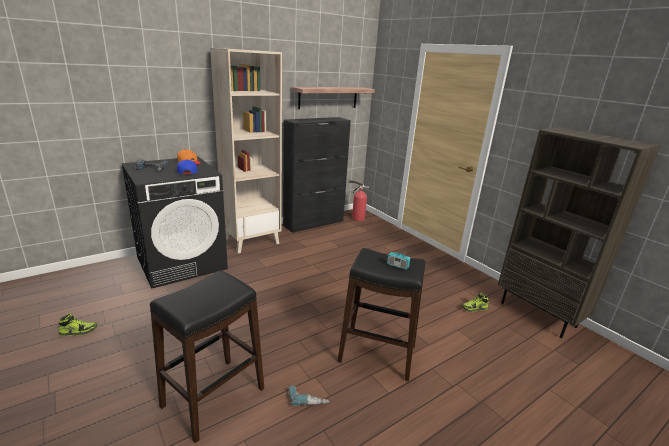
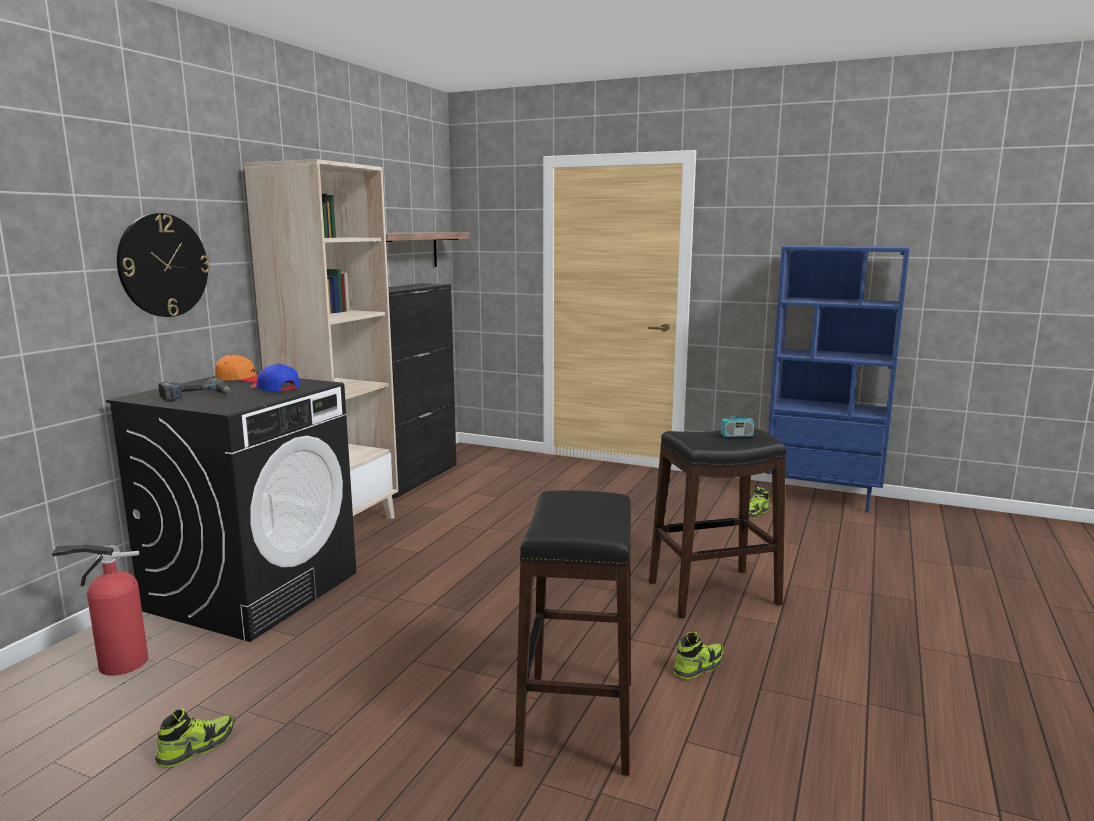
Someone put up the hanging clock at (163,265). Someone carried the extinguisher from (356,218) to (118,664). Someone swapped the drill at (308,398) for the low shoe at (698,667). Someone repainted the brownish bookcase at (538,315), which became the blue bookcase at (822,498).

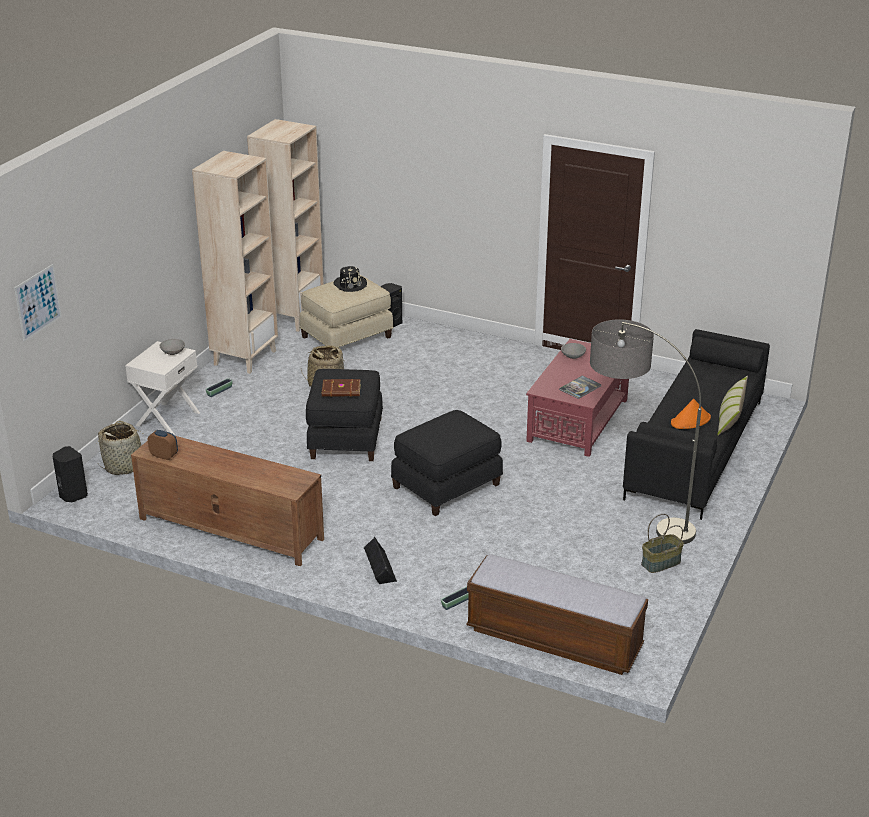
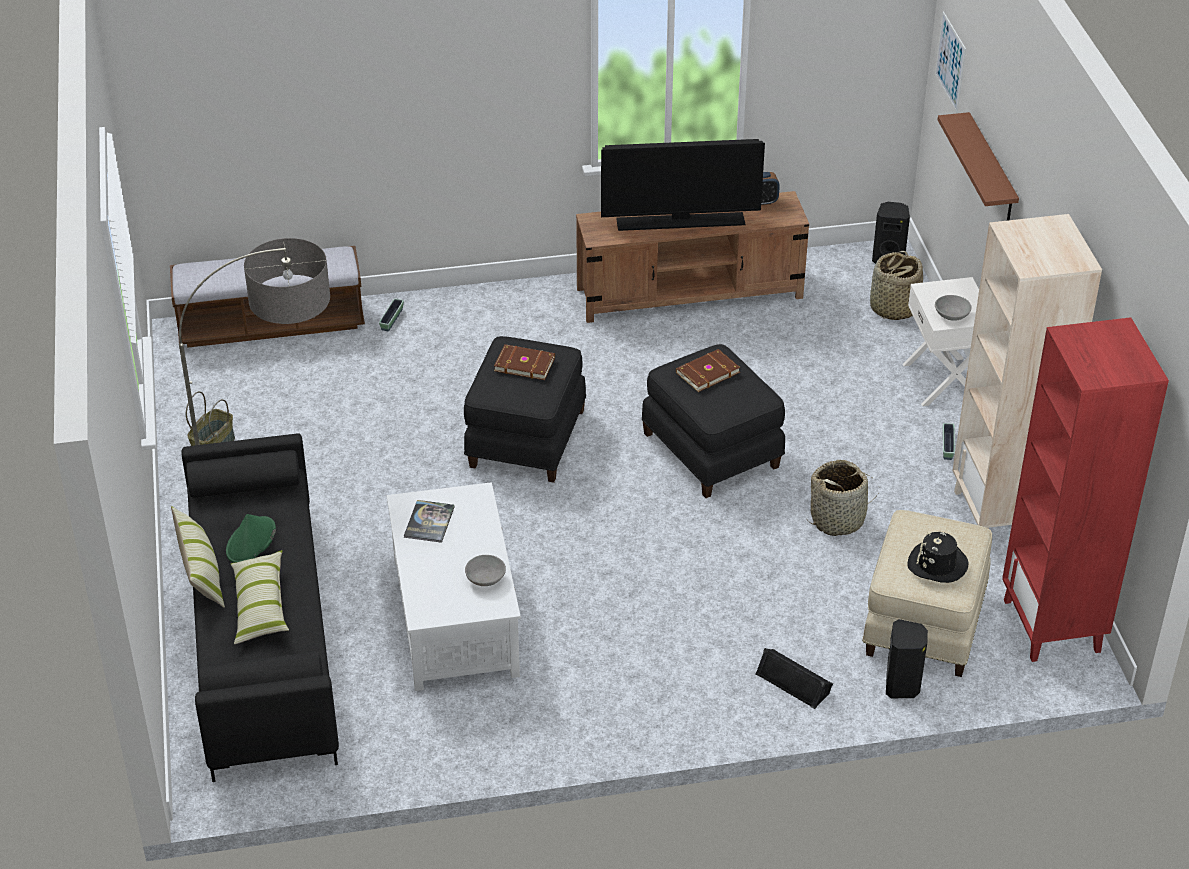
Someone put down the throw pillow at (260,606). Someone put down the brownish bound book at (524,363). Someone put down the TV set at (681,221). Someone put up the brownish bracket shelf at (991,170). Someone carried the black-coloured speaker from (379,567) to (794,682). Someone repainted the beige bookcase at (293,317), which became the reddish bookcase at (1052,626). Someone repainted the reddish coffee table at (577,420), which became the white-coloured coffee table at (455,615). Someone repainted the orangey hat at (690,421), which became the green hat at (251,541).

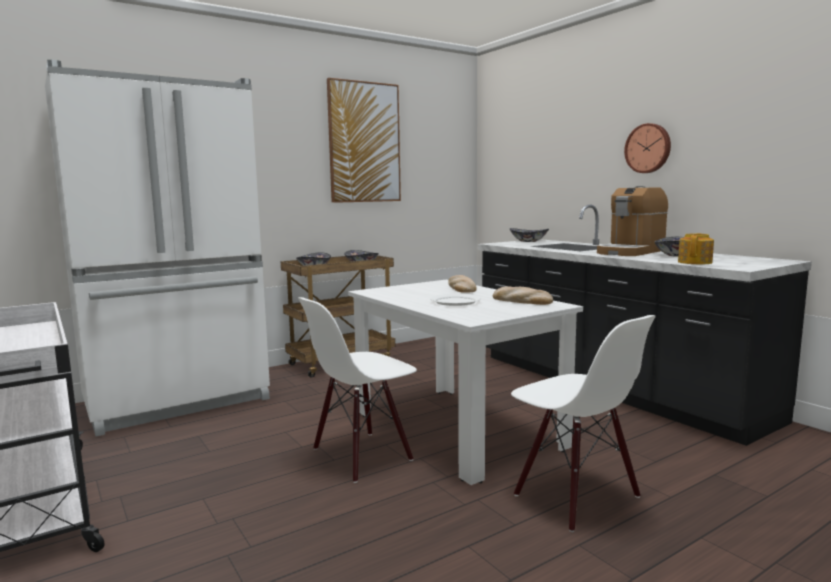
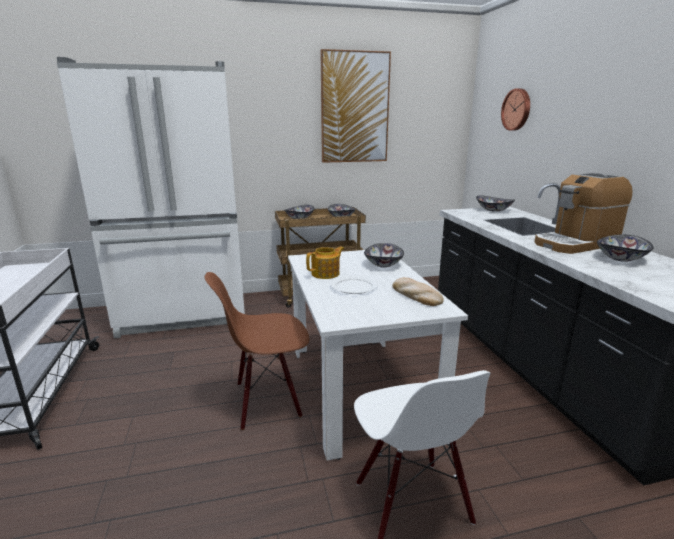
Someone carried the hanging clock from (648,148) to (517,109). Someone carried the teapot from (695,262) to (326,274). Someone swapped the bakery bread at (461,288) for the deep dish at (384,264). Someone repainted the white-coloured upright chair at (362,455), which became the brownish upright chair at (267,400).

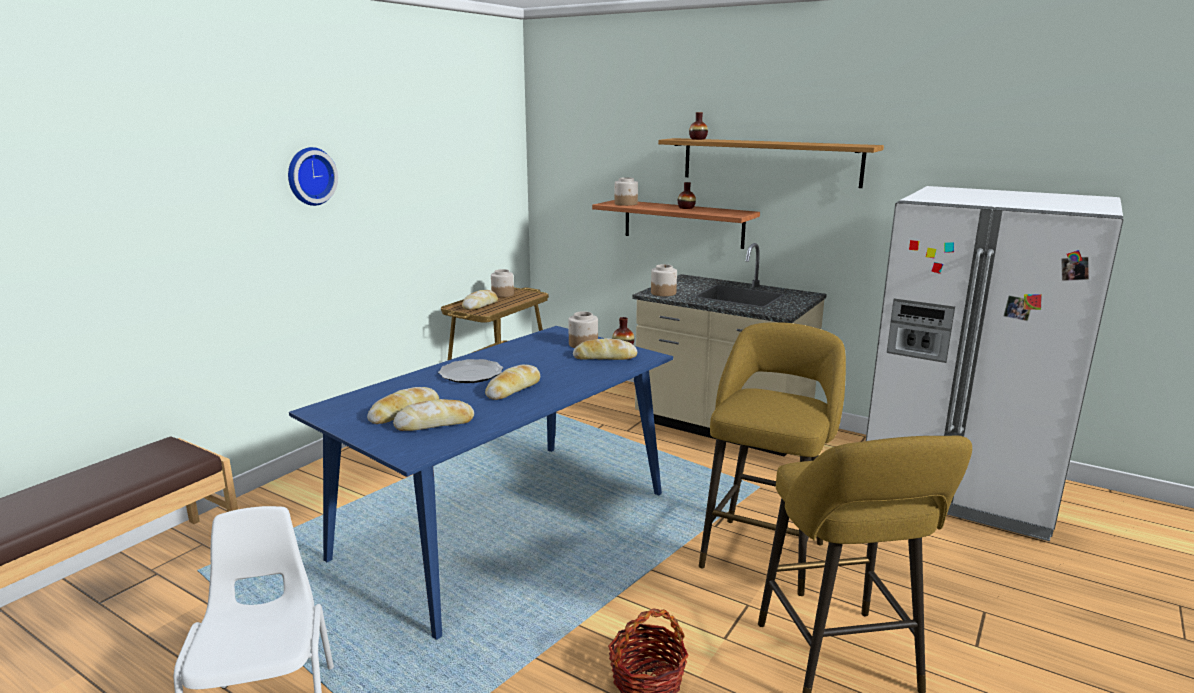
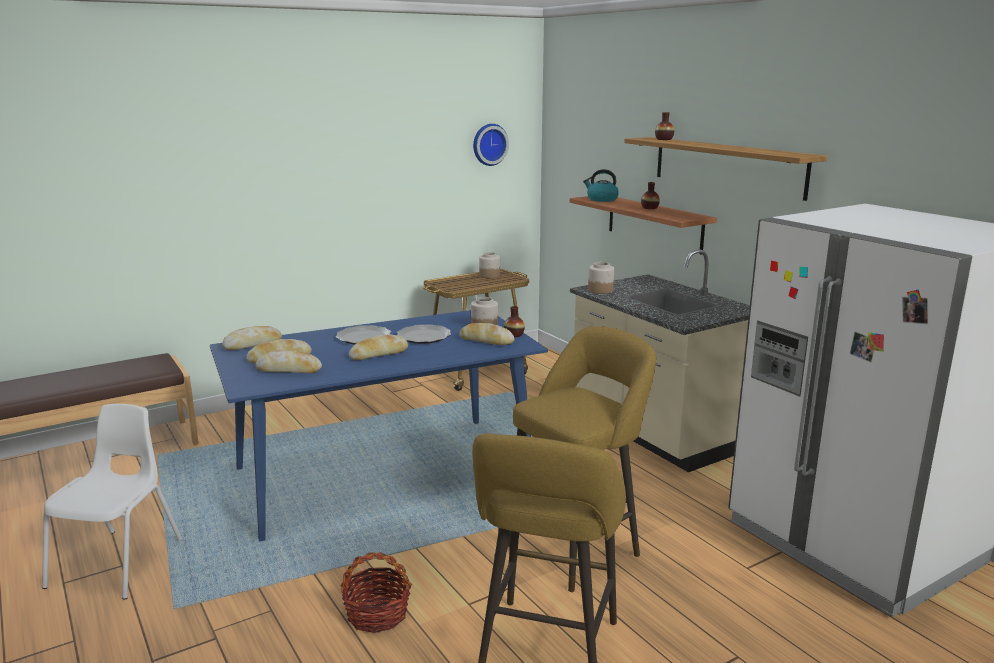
Someone put down the flat dish at (424,336). Someone carried the hanging clock from (309,176) to (489,144). Someone carried the bakery bread from (480,305) to (253,344). Someone swapped the preserve jar at (626,204) for the water kettle at (601,199).

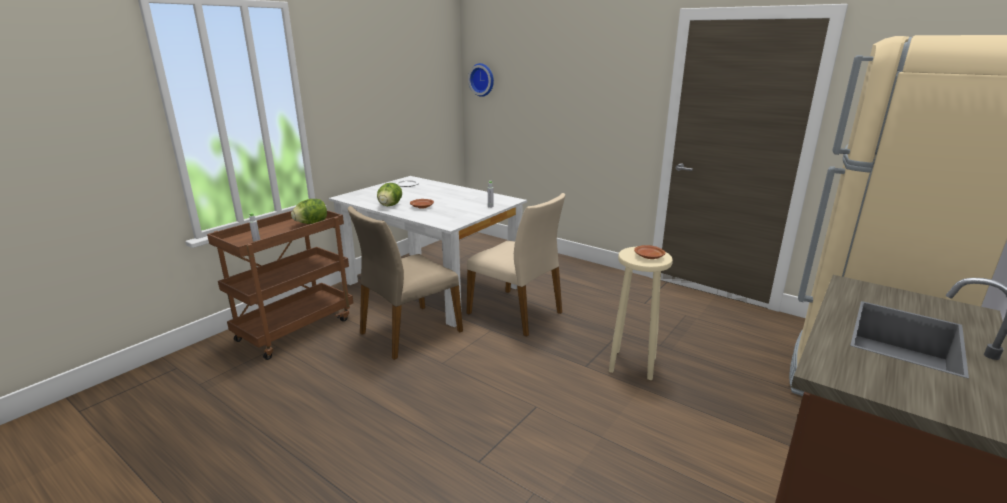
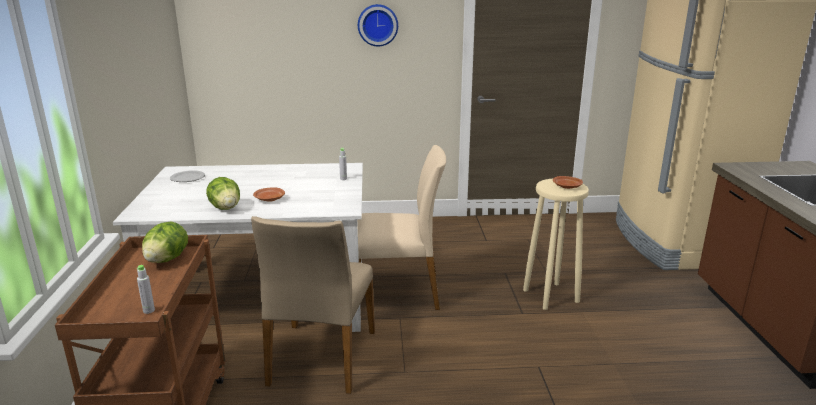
Someone carried the hanging clock from (482,79) to (377,25).

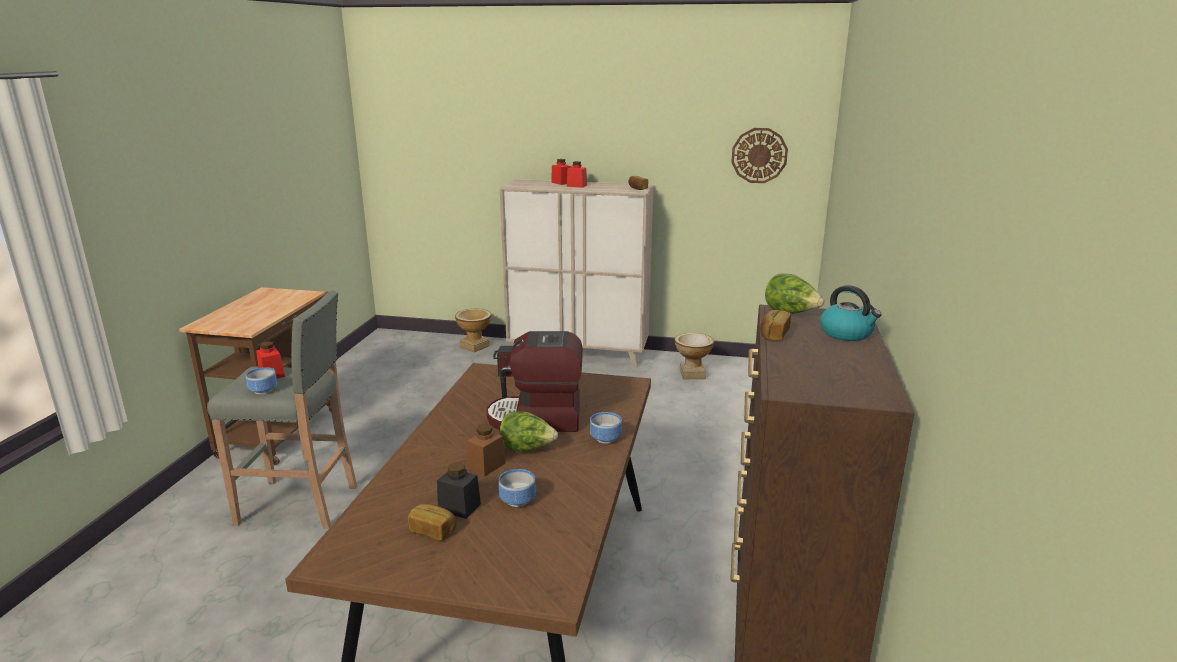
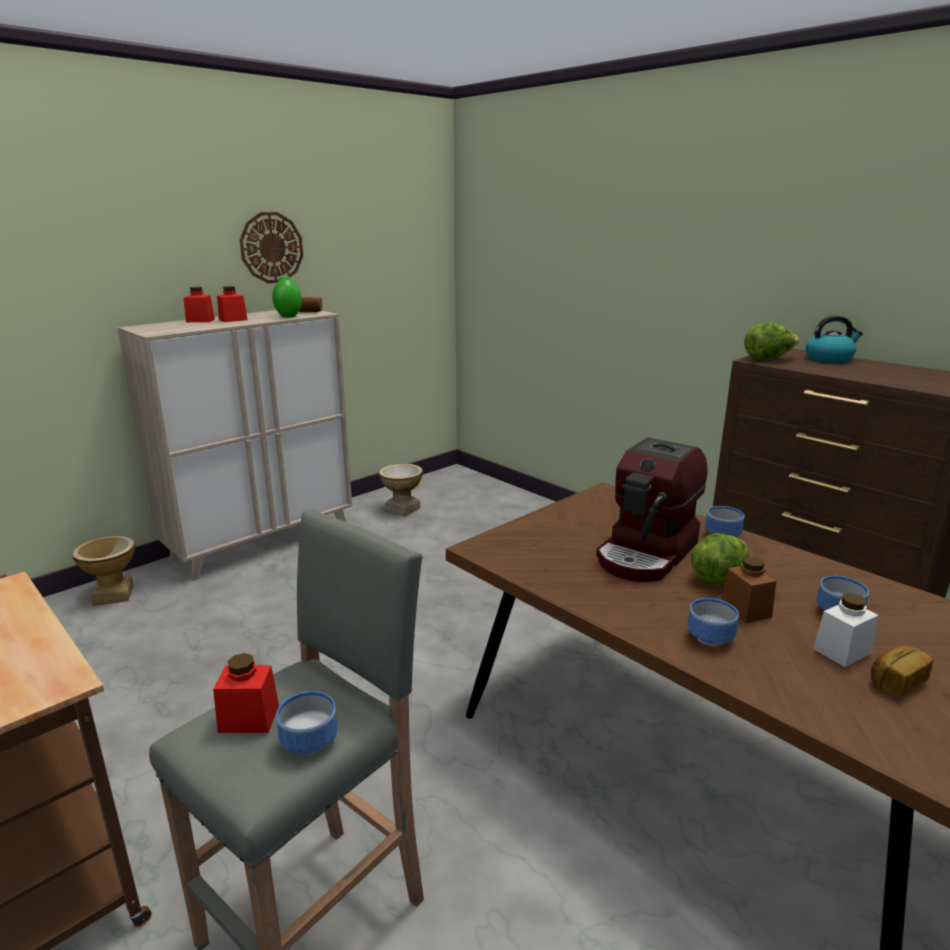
Someone took away the bakery bread at (773,335). Someone put down the green flower vase at (288,316). Someone put down the deep dish at (709,636). Someone carried the hanging clock from (759,155) to (271,248). Someone repainted the black-coloured preserve jar at (459,507), which became the white-coloured preserve jar at (842,651).

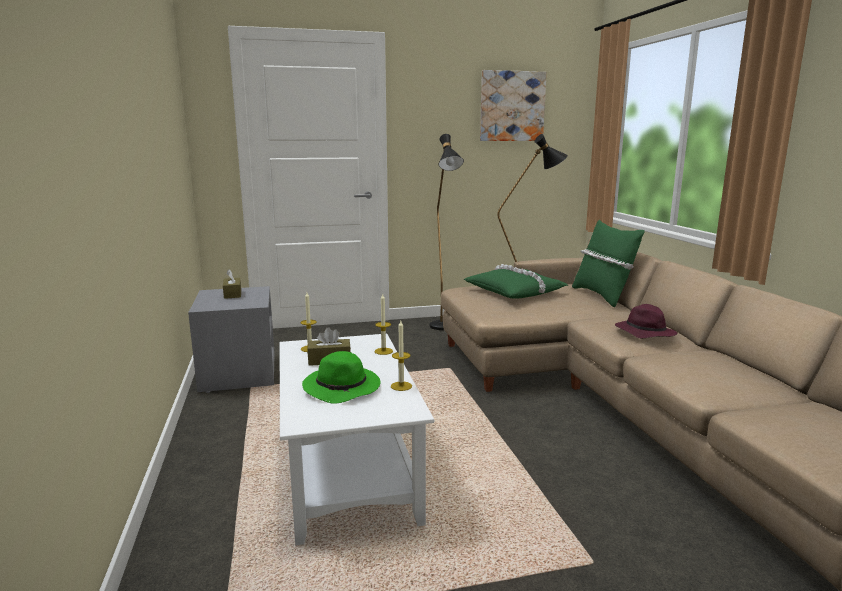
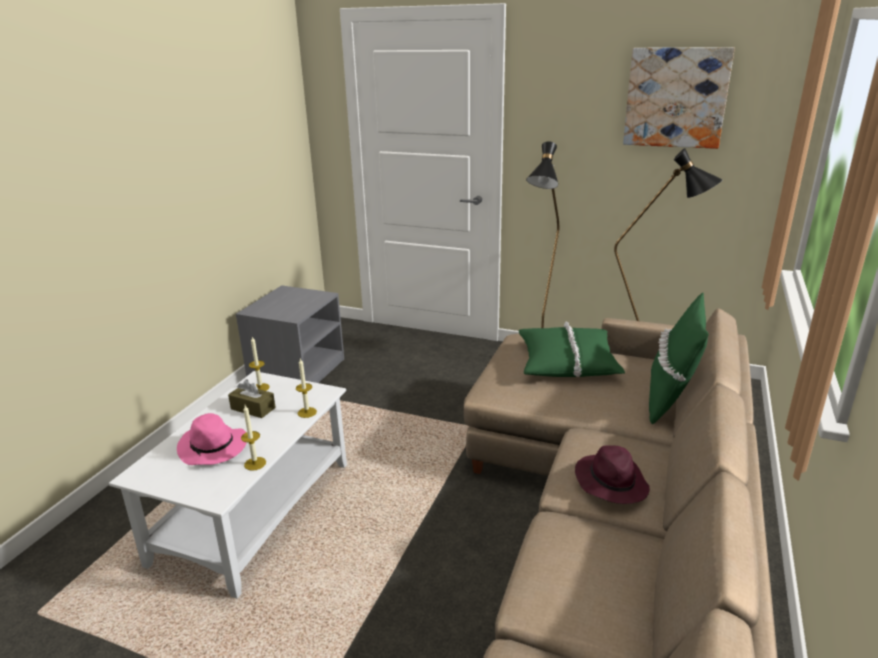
Someone took away the brownish tissue holder at (232,294). Someone repainted the green hat at (343,388), which became the pink hat at (213,448).

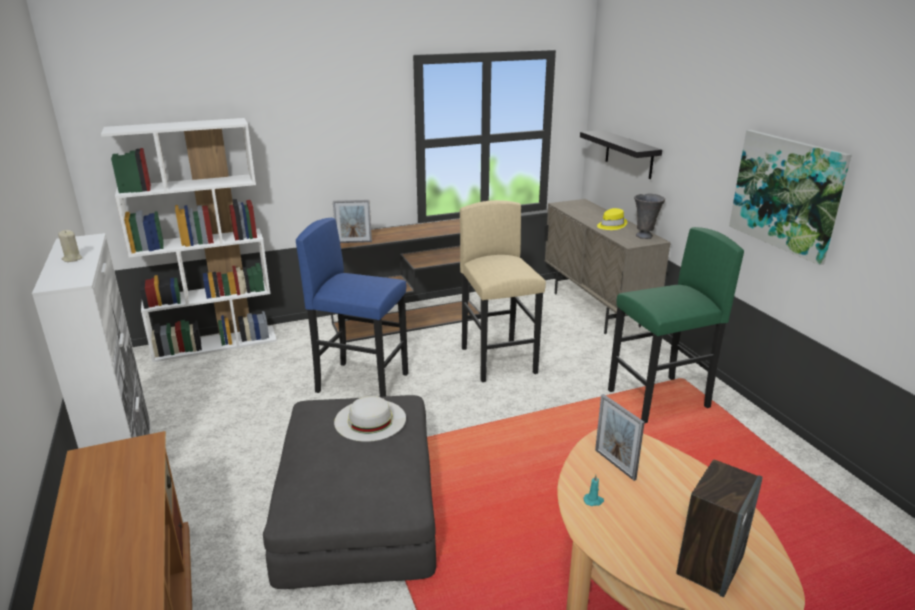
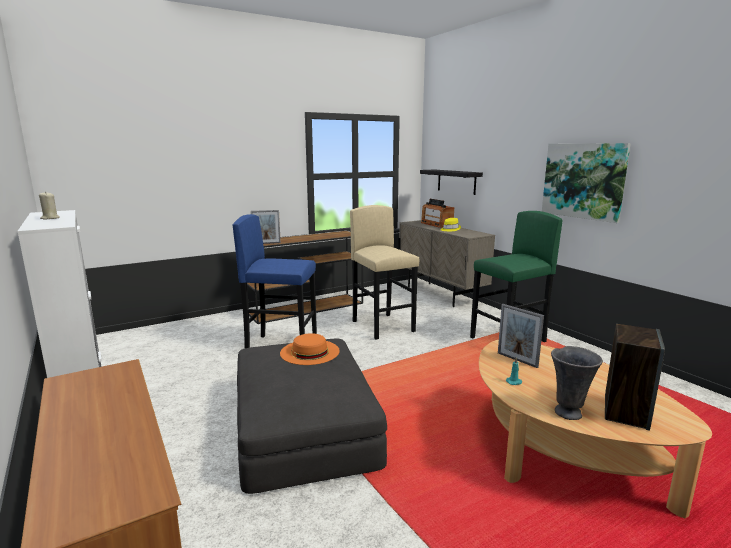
Someone took away the white-coloured bookcase at (216,343). Someone put down the radio set at (436,224). Someone carried the gray flower vase from (645,236) to (569,412). Someone repainted the white-coloured hat at (370,420), which became the orangey hat at (310,352).

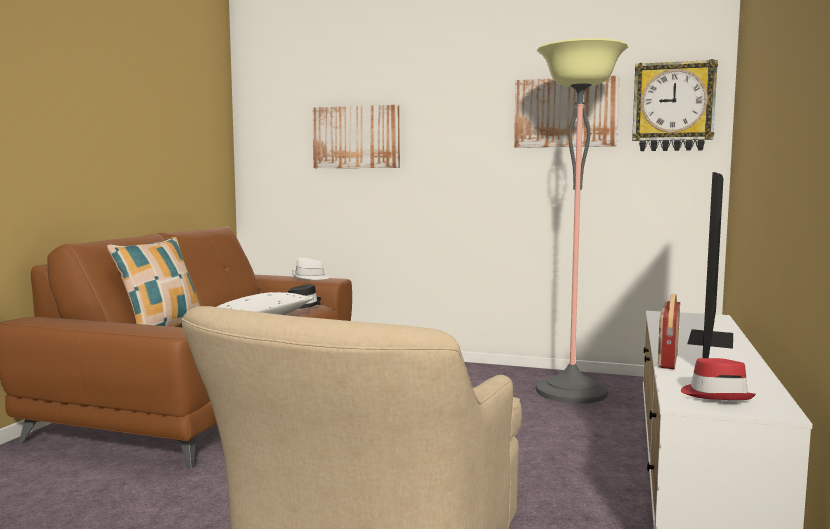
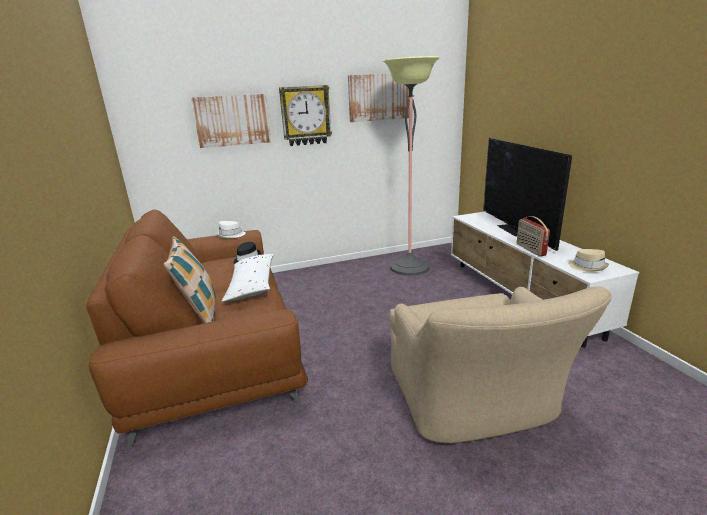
Someone carried the hanging clock from (673,107) to (305,116). Someone repainted the reddish hat at (716,395), which became the beige hat at (588,266).

